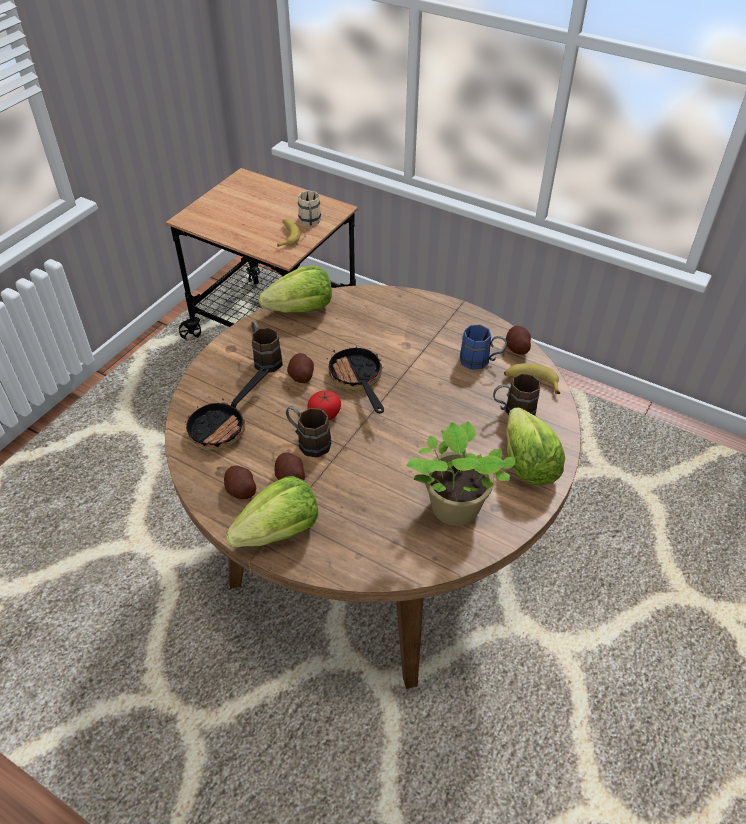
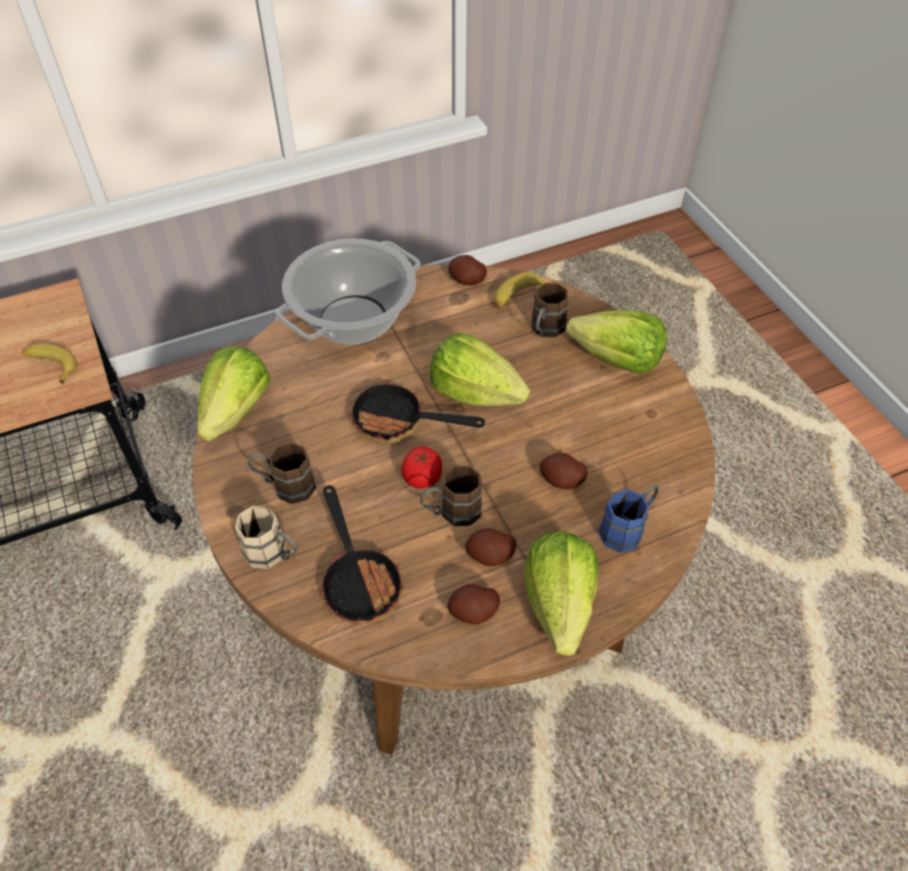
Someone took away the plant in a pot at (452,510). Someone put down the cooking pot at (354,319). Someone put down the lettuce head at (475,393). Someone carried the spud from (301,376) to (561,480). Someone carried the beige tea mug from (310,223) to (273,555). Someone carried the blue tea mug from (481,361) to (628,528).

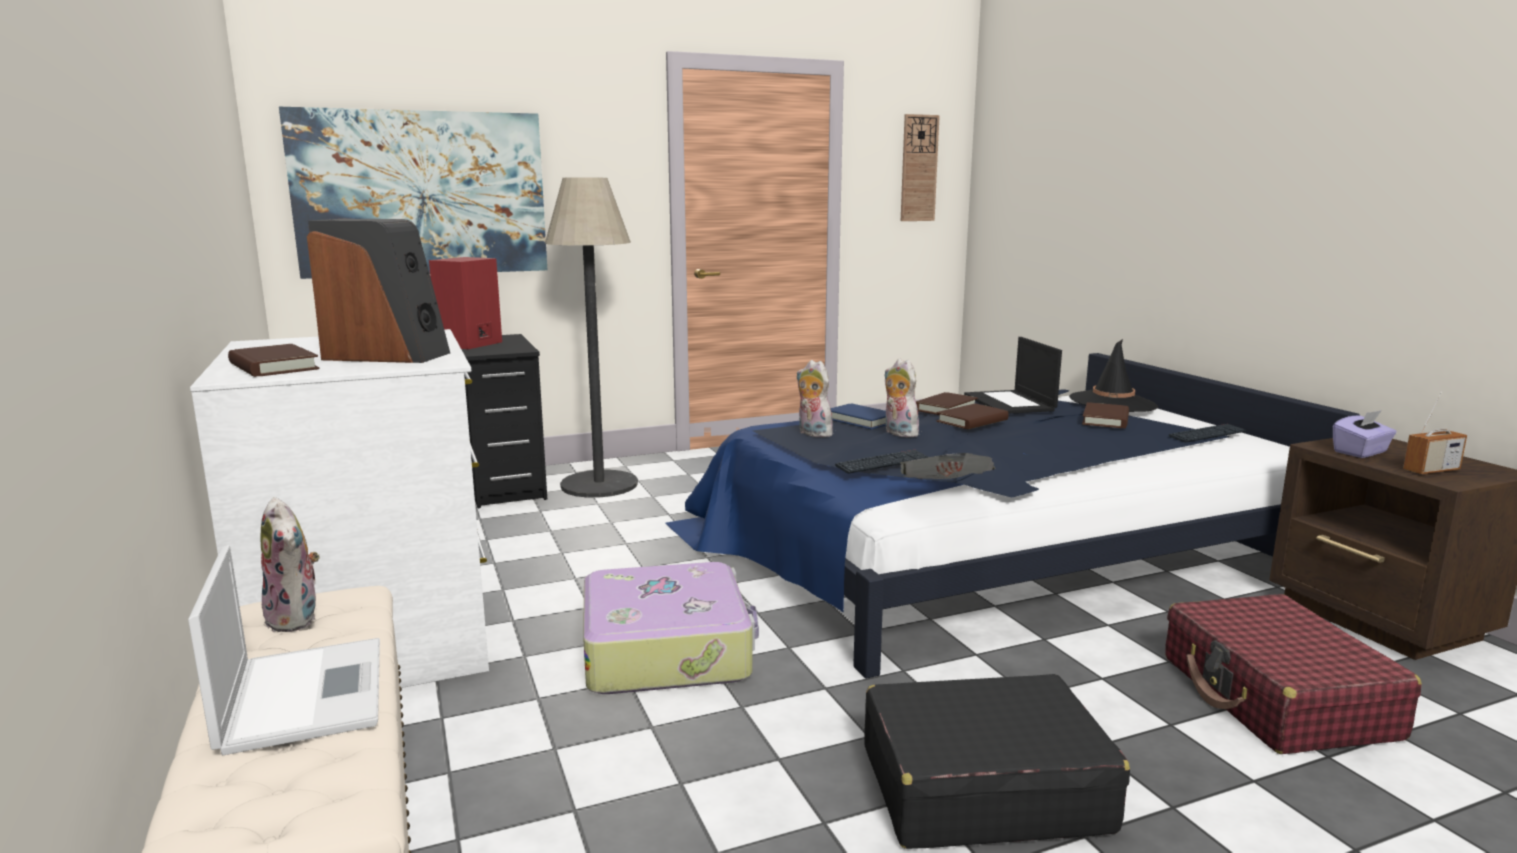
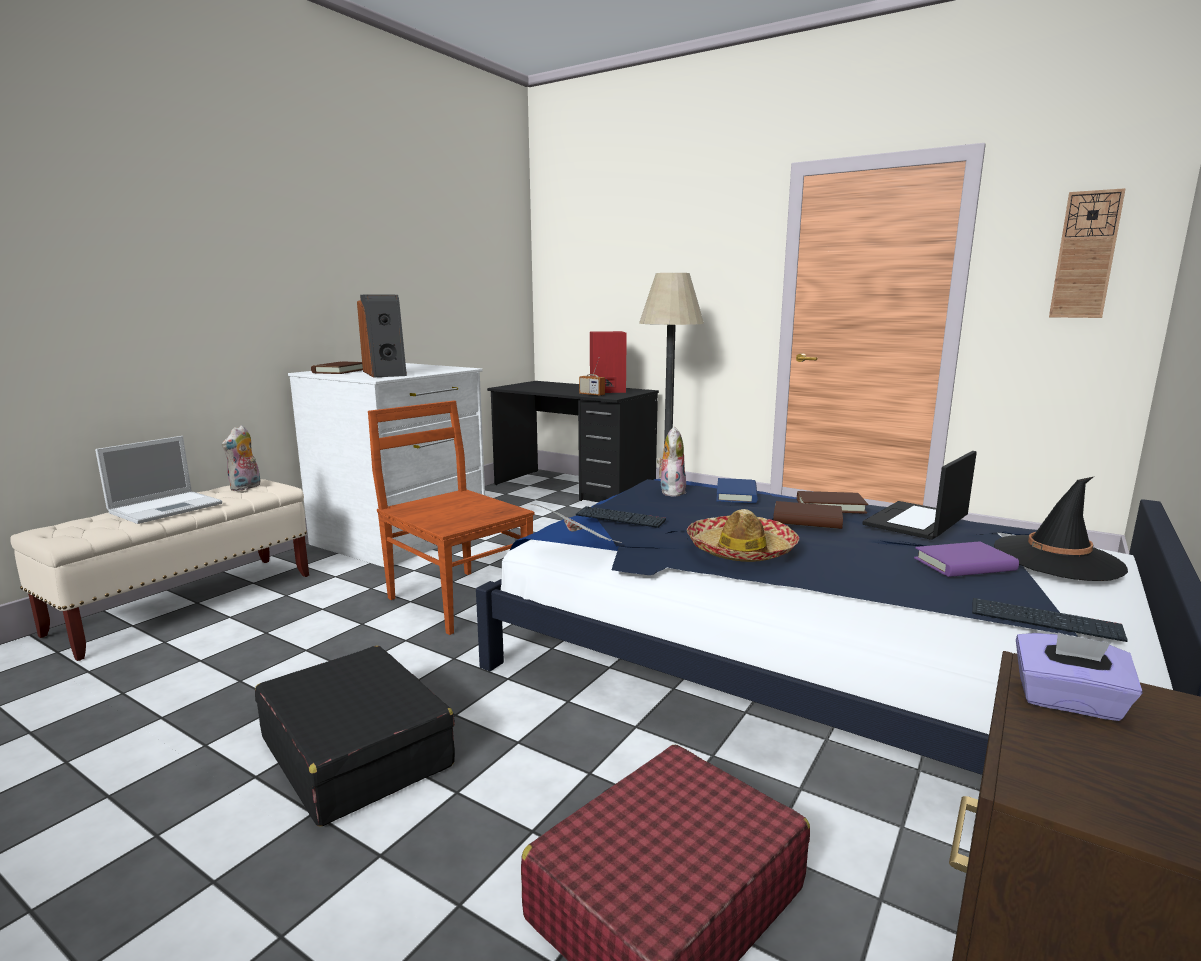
Someone took away the picture at (422,194). Someone took away the cuddly toy at (898,433). Someone put down the hat at (741,550). Someone carried the radio set from (1431,470) to (592,394). Someone swapped the suitcase at (667,649) for the brownish upright chair at (457,599). Someone repainted the brownish bound book at (1105,419), which became the purple bound book at (964,564).

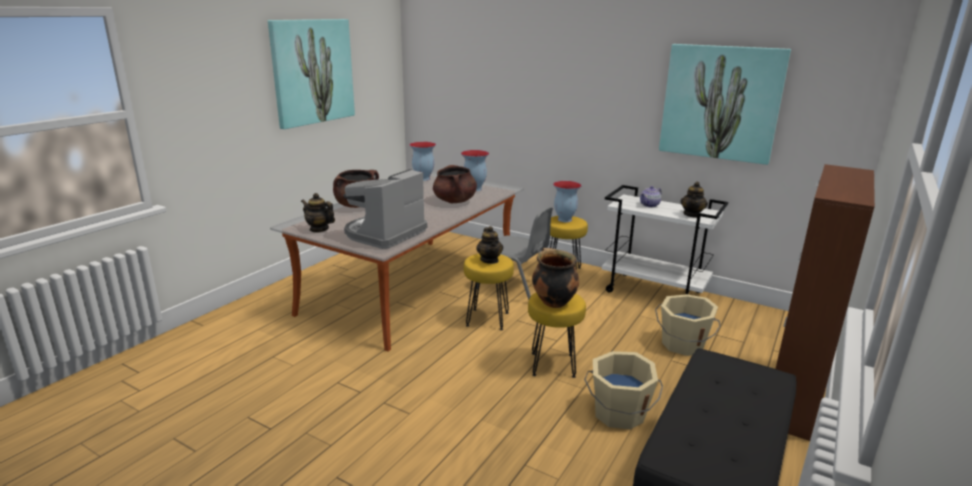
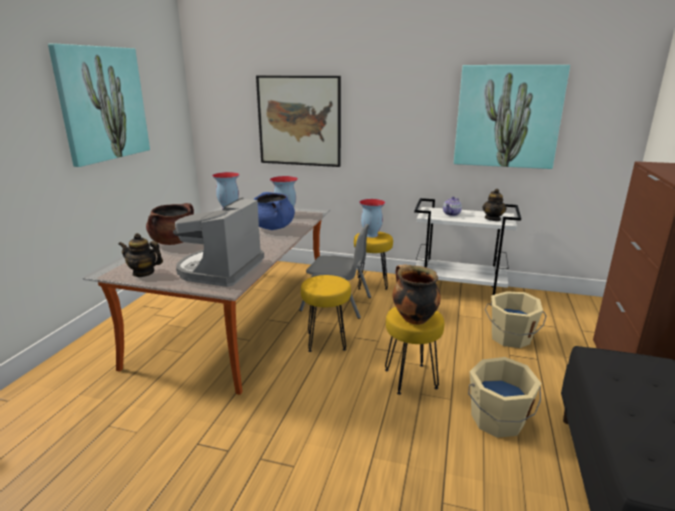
Someone took away the teapot at (489,260). Someone put up the picture at (299,121). Someone repainted the brownish cooking pot at (455,201), which became the blue cooking pot at (273,227).

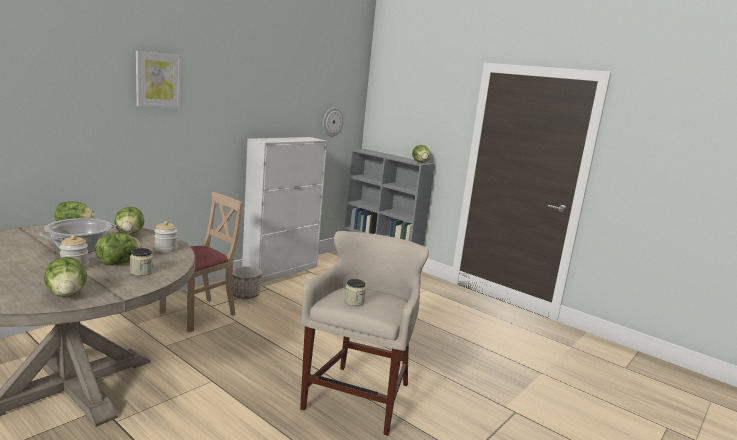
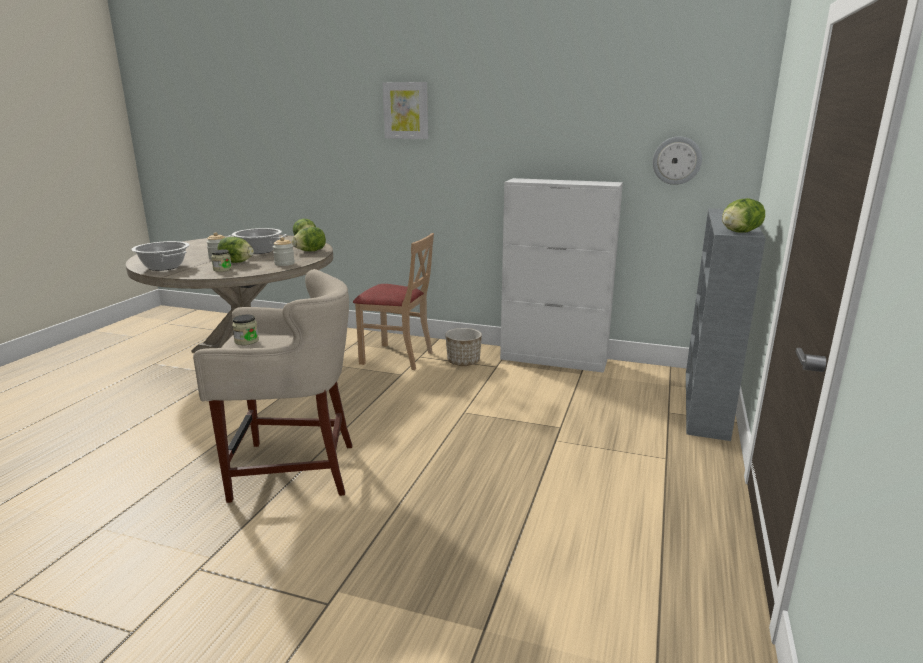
Someone swapped the lettuce head at (66,294) for the cooking pot at (164,267).

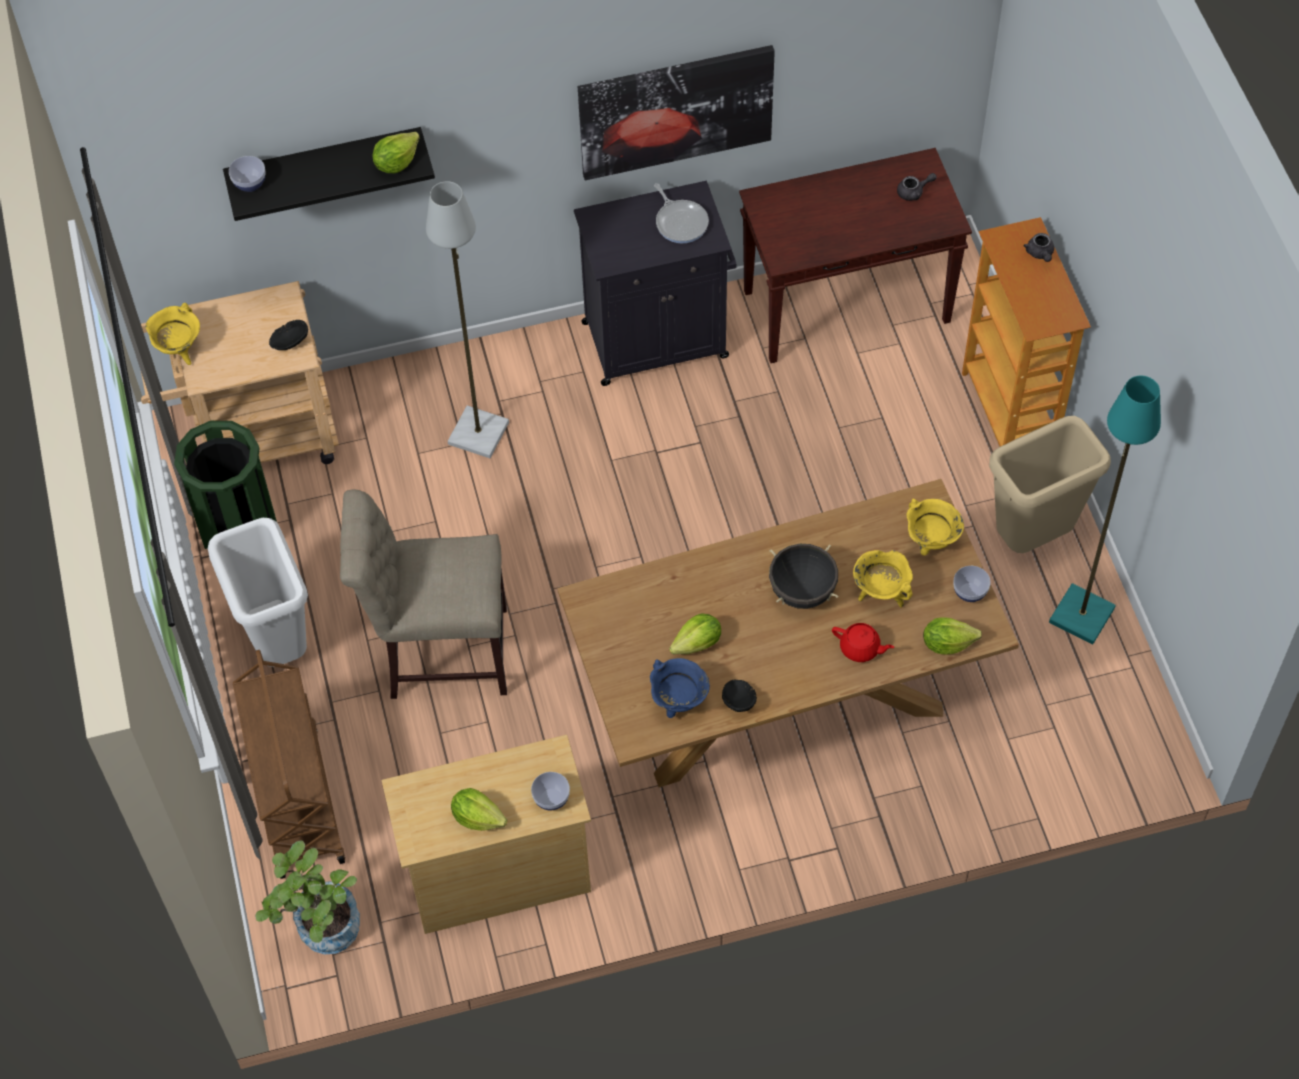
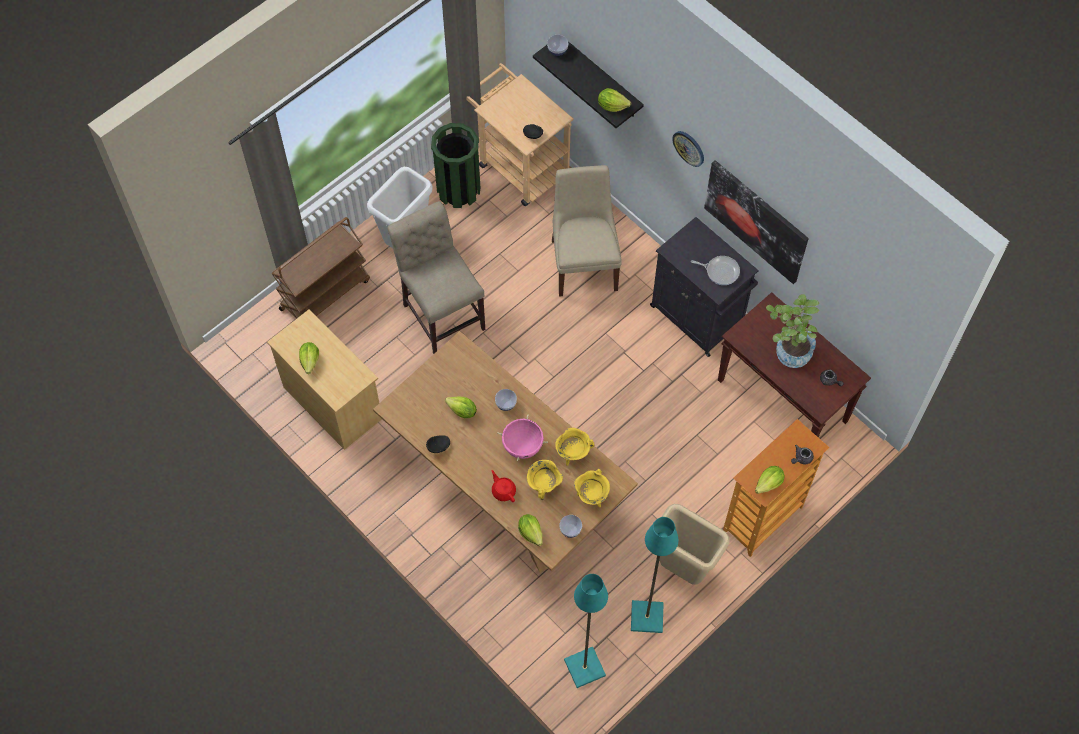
Someone took away the blue cooking pot at (678,702). Someone put down the turquoise floor lamp at (585,668). Someone put up the hanging clock at (689,148). Someone put down the lettuce head at (769,484). Someone carried the yellowish cooking pot from (179,350) to (573,453). Someone carried the plant in a pot from (322,933) to (788,351). Someone carried the deep dish from (551,799) to (506,404). Someone swapped the gray floor lamp at (478,432) for the beige upright chair at (584,262). Someone repainted the black-coloured cooking pot at (802,592), which became the pink cooking pot at (522,446). Someone rotated the frying pan at (680,222) by 105 degrees counterclockwise. Someone rotated the reddish teapot at (860,648) by 150 degrees clockwise.

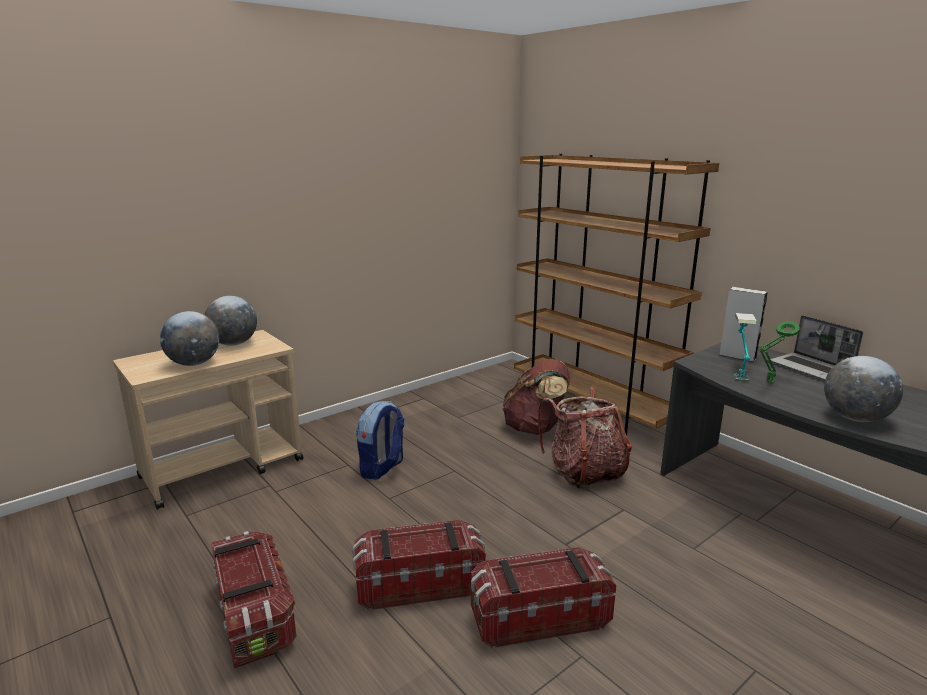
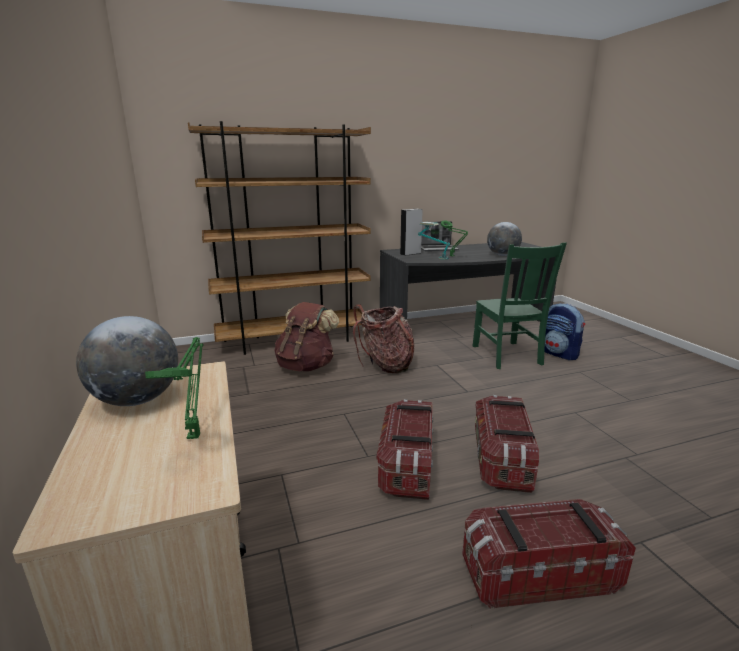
Someone put down the green upright chair at (507,356). Someone carried the rucksack from (382,468) to (559,354). Someone carried the storage container from (538,617) to (407,465). Someone swapped the desk globe at (194,363) for the green table lamp at (194,435).

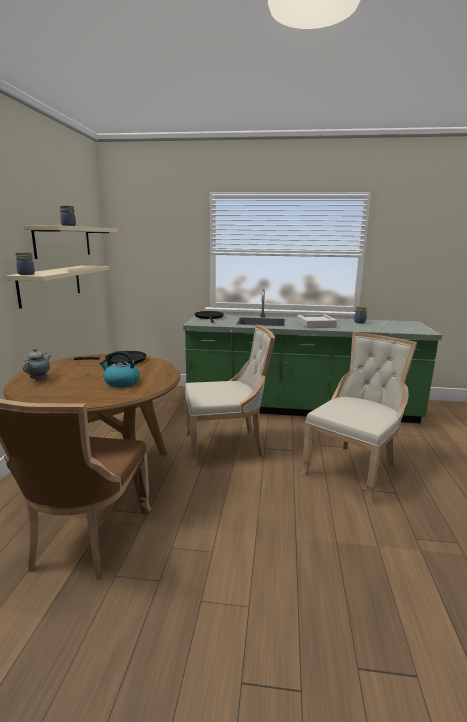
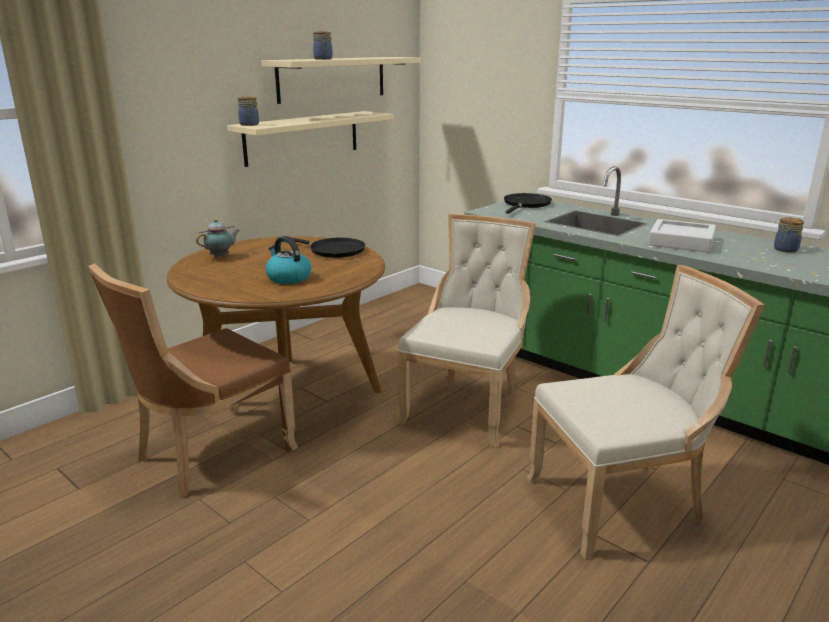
Someone rotated the beige upright chair at (226,446) by 90 degrees counterclockwise.

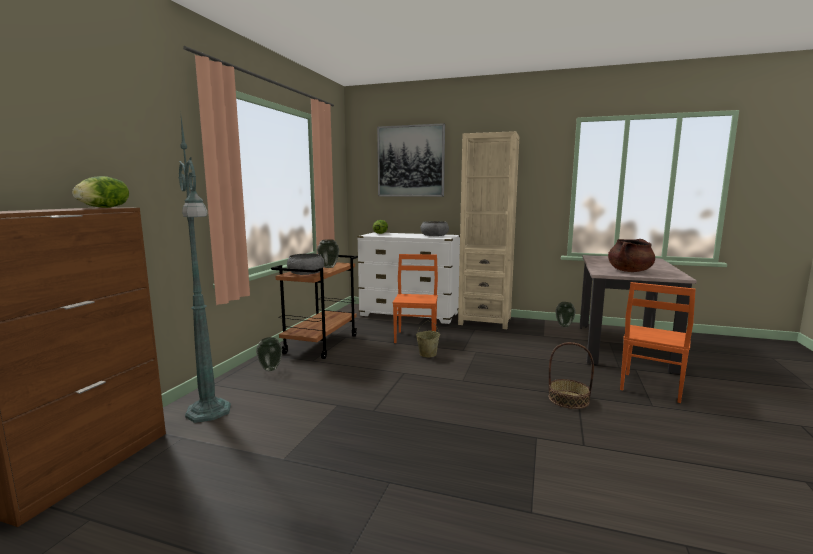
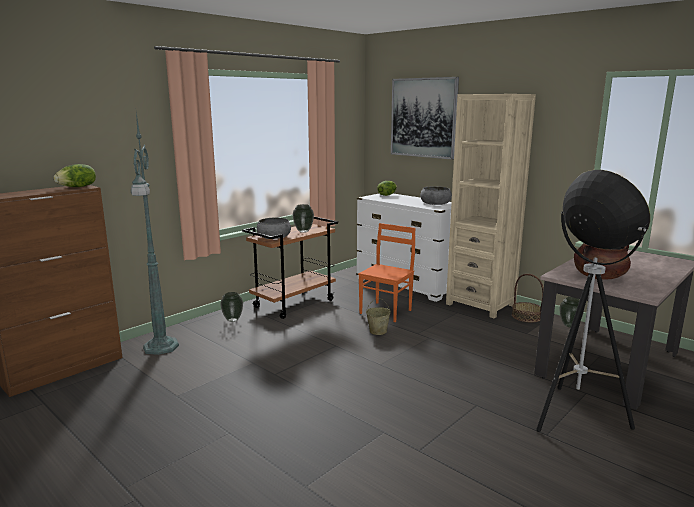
Someone carried the basket from (568,399) to (526,316). Someone swapped the orangey upright chair at (650,387) for the floor lamp at (573,416).

